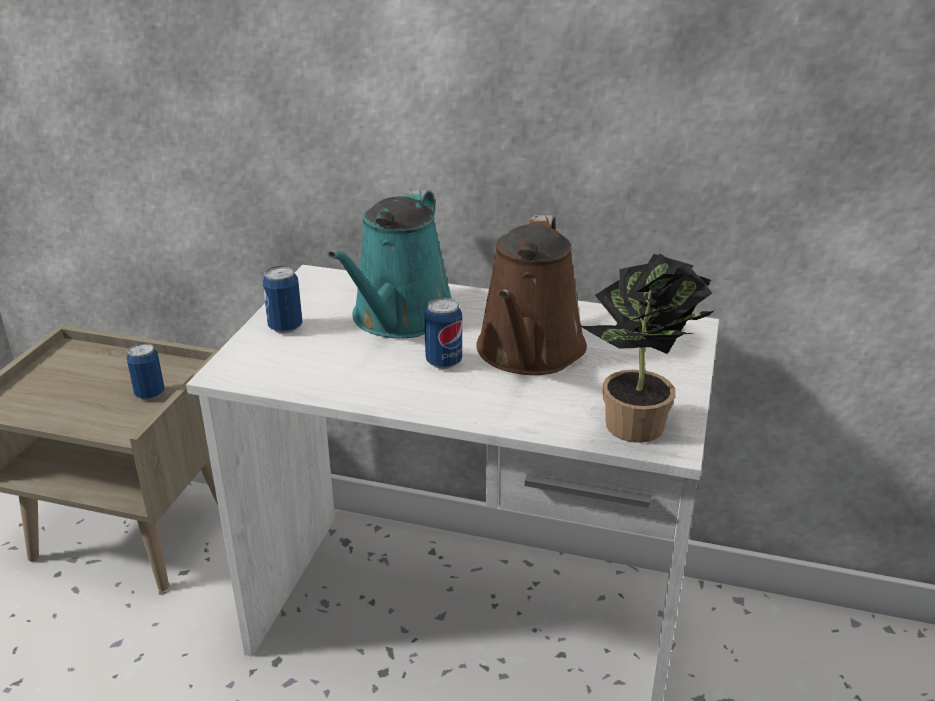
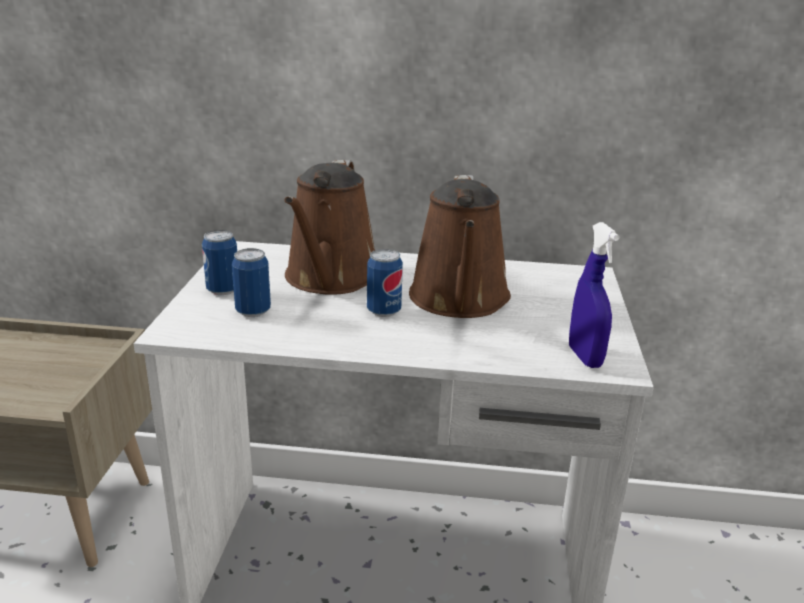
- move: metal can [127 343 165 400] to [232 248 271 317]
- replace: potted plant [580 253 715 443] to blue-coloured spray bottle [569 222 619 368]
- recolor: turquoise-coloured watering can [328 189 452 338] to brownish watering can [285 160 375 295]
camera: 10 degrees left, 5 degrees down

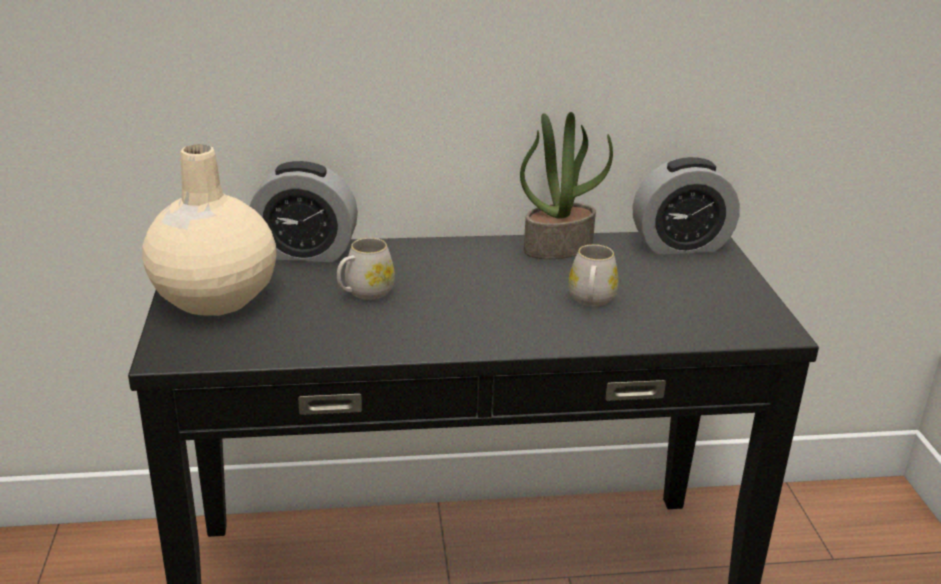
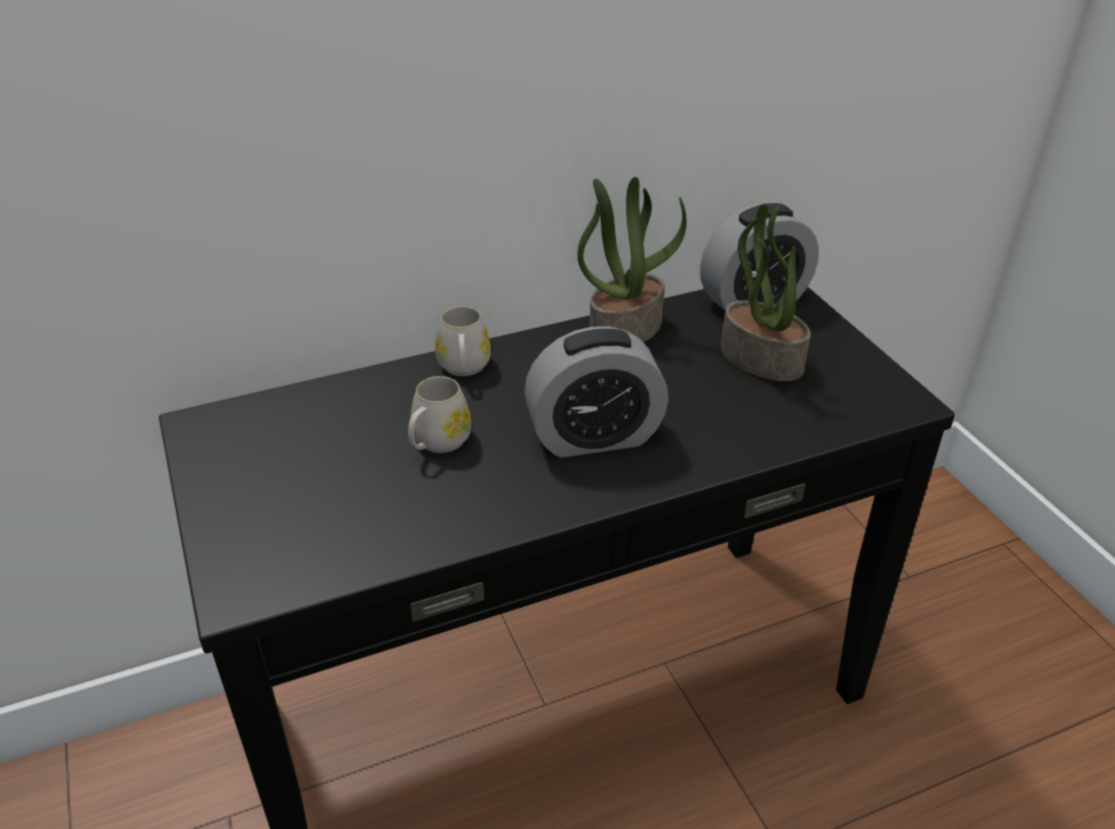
- delete: sand-coloured vase [142 144 276 316]
- insert: potted plant [721 204 811 381]
- move: bedside clock [250 161 358 262] to [524 326 668 458]
- move: white coffee mug [568 244 618 307] to [435 306 491 376]
camera: 15 degrees left, 10 degrees up

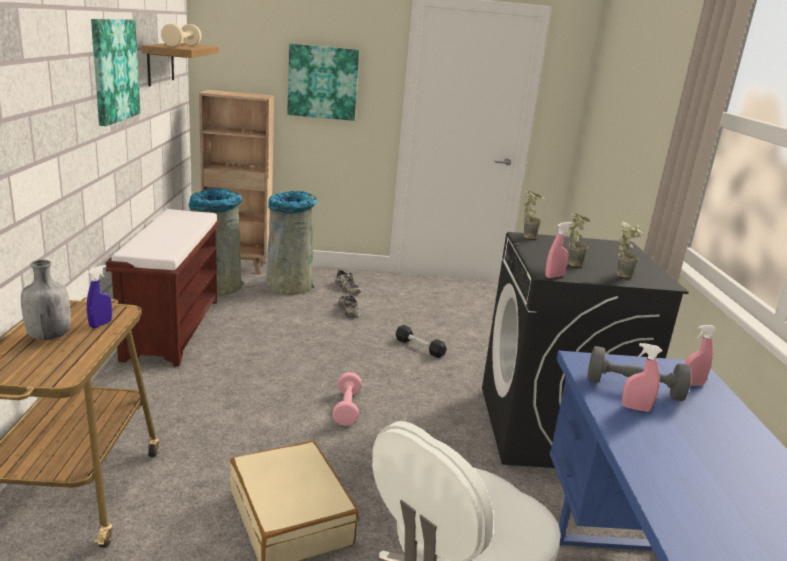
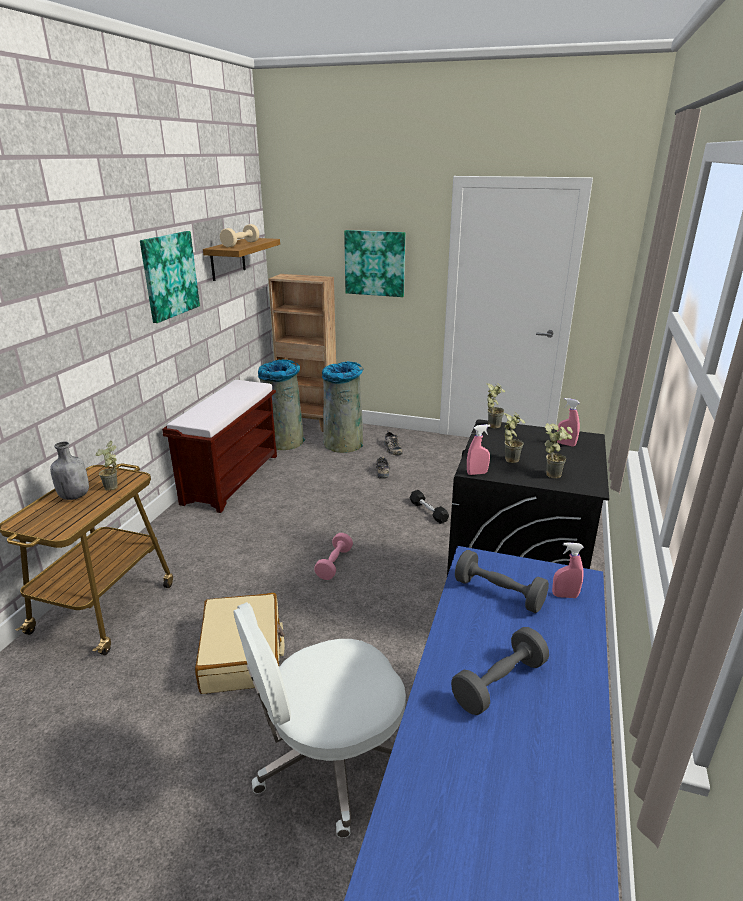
- insert: gray hand weight [451 627 549 715]
- move: pink-coloured spray bottle [622 343 662 412] to [557 398 580 447]
- replace: blue-coloured spray bottle [87 265 112 328] to potted plant [96 440 118 491]
camera: 20 degrees right, 5 degrees up

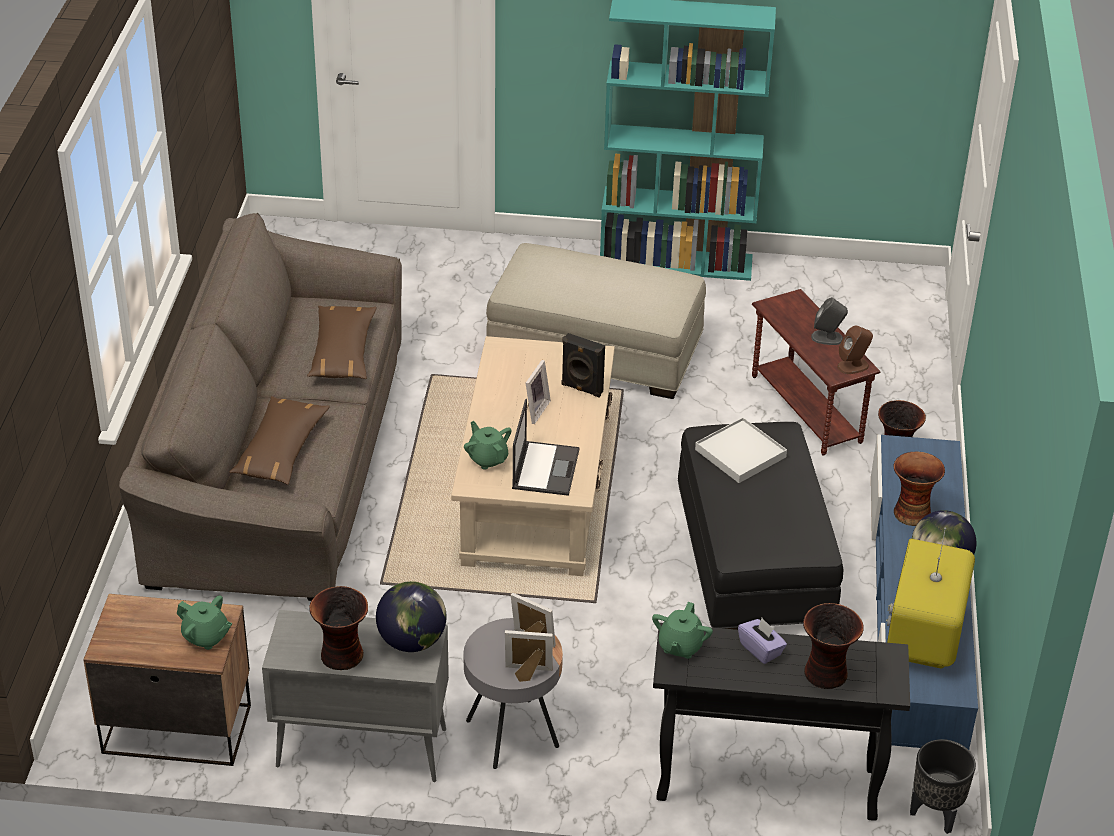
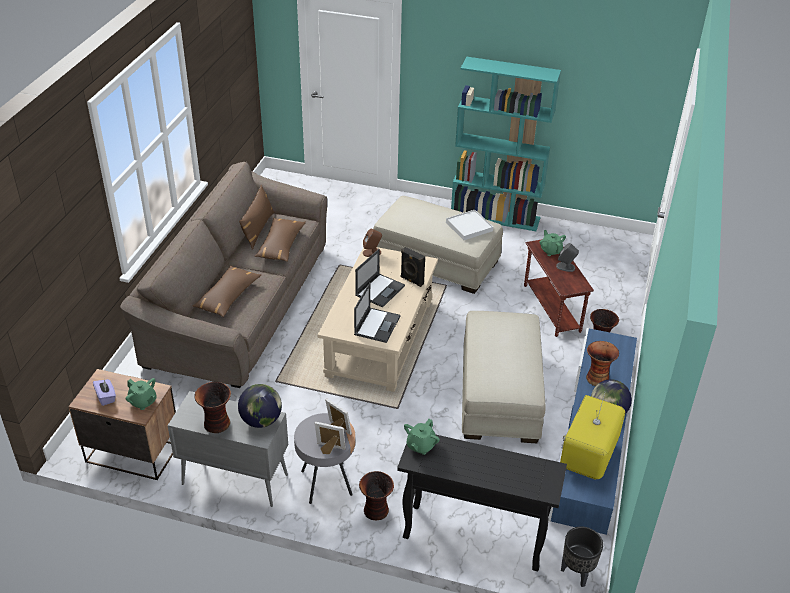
- insert: brownish throw pillow [239 185 274 250]
- move: green pot for tea [464 421 512 470] to [540 230 566 256]
- move: white carrying tray [695 417 787 483] to [446 210 493 240]
- move: purple tissue box [738 618 787 664] to [93 379 116 406]
- move: vase [803 603 864 689] to [359 471 394 520]
- move: brownish loudspeaker [837 326 873 374] to [363 229 382 257]
- replace: standing frame [526 360 551 424] to notebook computer [355 249 405 307]
- recolor: black footrest [678 422 843 630] to sand-coloured footrest [462 311 546 443]
camera: 10 degrees right, 0 degrees up

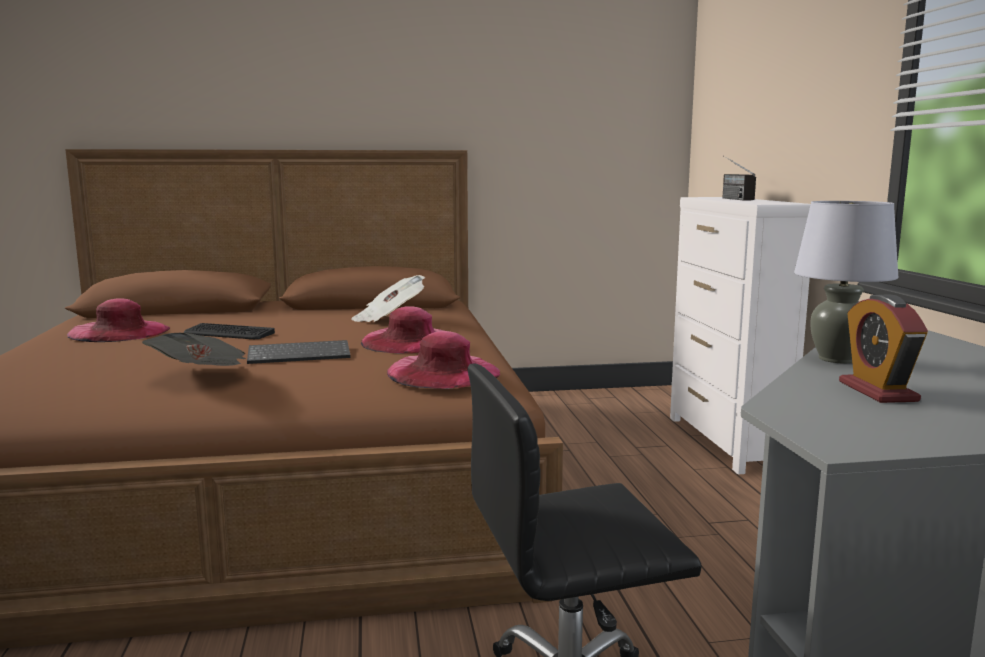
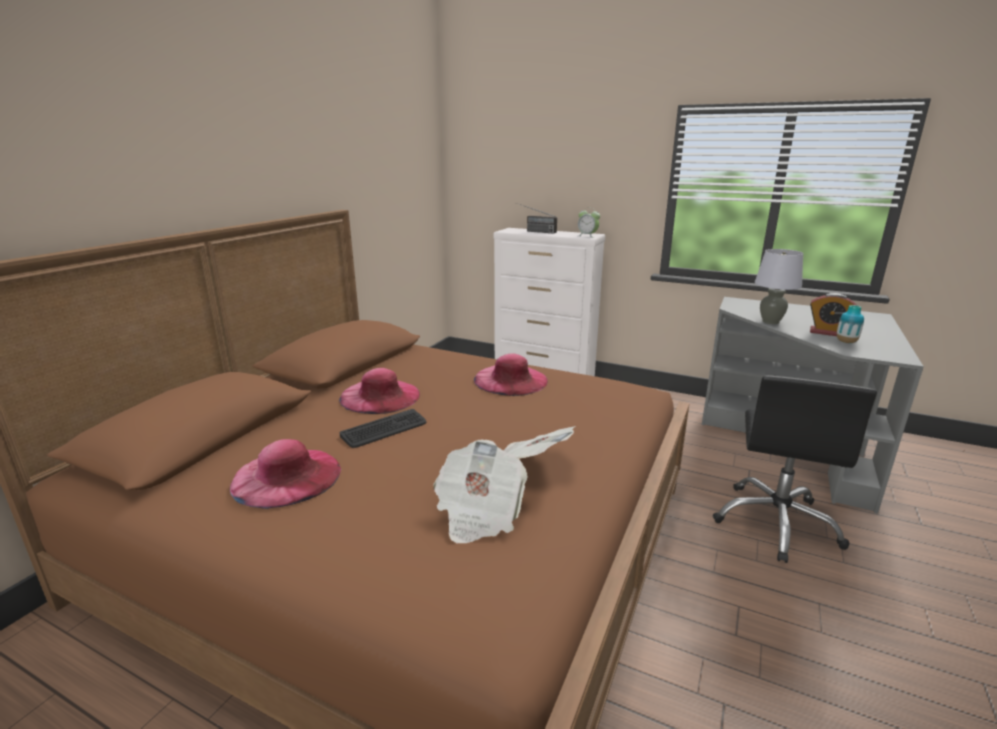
- delete: PC keyboard [247 340 351 364]
- insert: bedside clock [578 207 600 238]
- insert: vase [837 305 864 343]
- move: printed paper [351 275 425 322] to [433 440 528 544]
- move: pink-coloured clothing hat [387 331 500 388] to [339 368 420 414]
camera: 55 degrees left, 10 degrees up

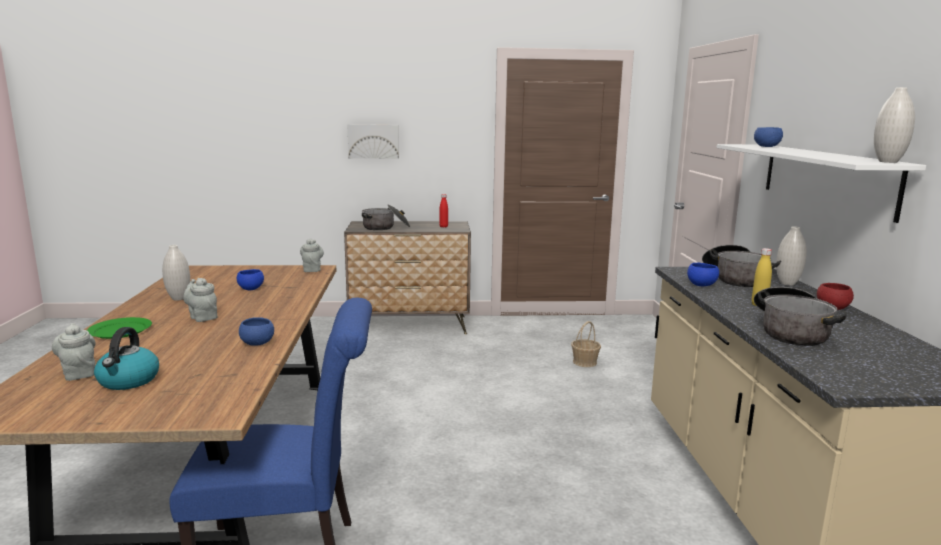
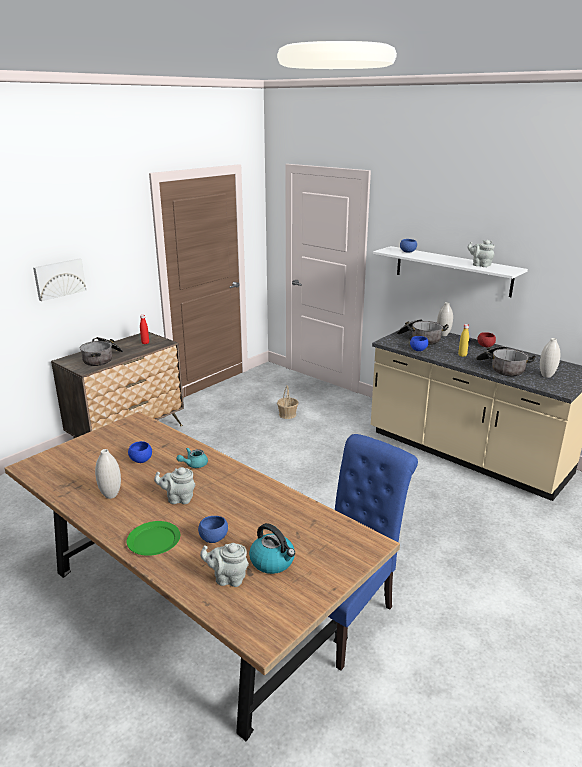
- insert: turquoise-coloured pot for tea [176 448 208 468]
- move: blue-coloured serving bowl [239 317 274 346] to [198 516 228 543]
- move: gray pot for tea [300 238 324 272] to [467 240 495 267]
- move: white vase [874 87 915 163] to [540 338 560 378]
camera: 45 degrees left, 10 degrees up

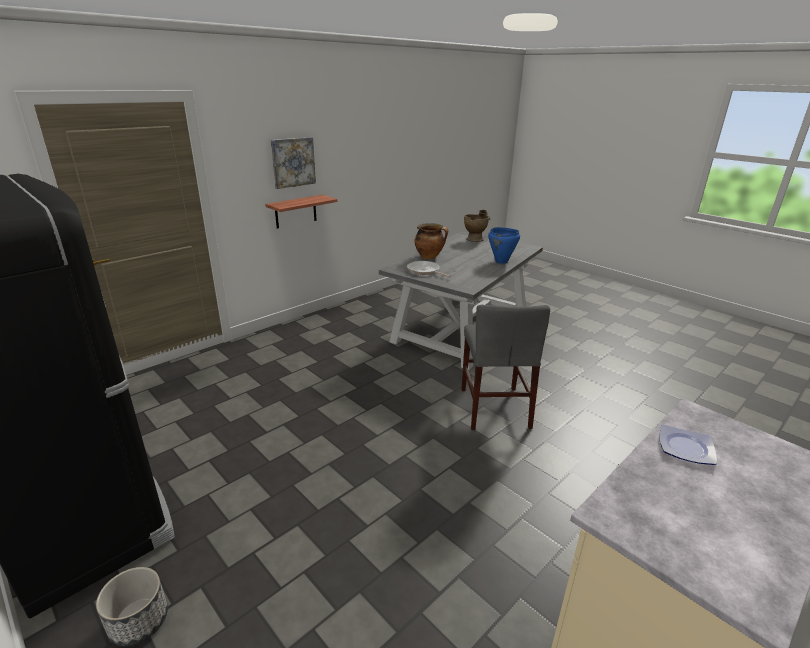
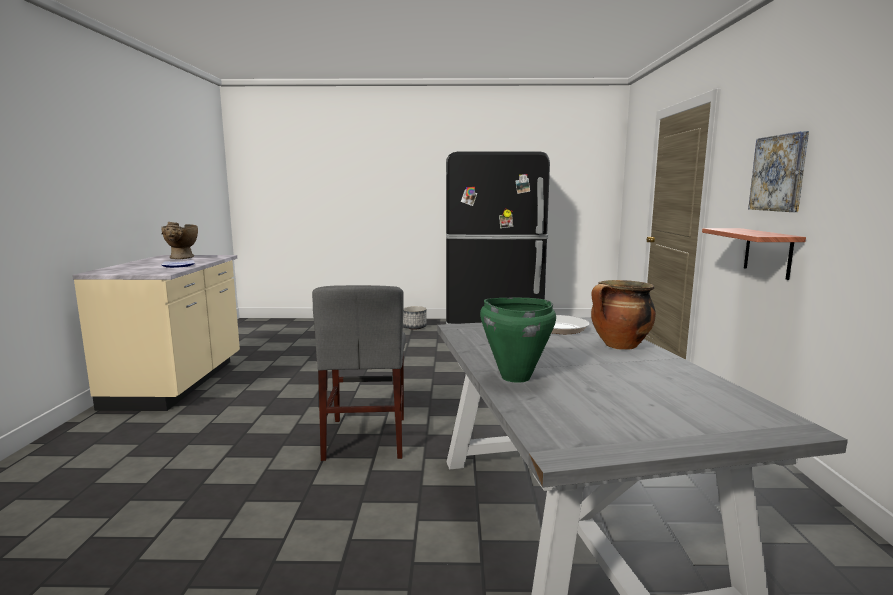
- move: sand-coloured vase [464 210 490 242] to [161 222 198 259]
- recolor: blue-coloured stockpot [488 227 520 264] to green stockpot [480 298 556 383]
- rotate: gray plain chair [462 305 550 430] = [312 285 406 461] 135 degrees counterclockwise
camera: 135 degrees right, 15 degrees down

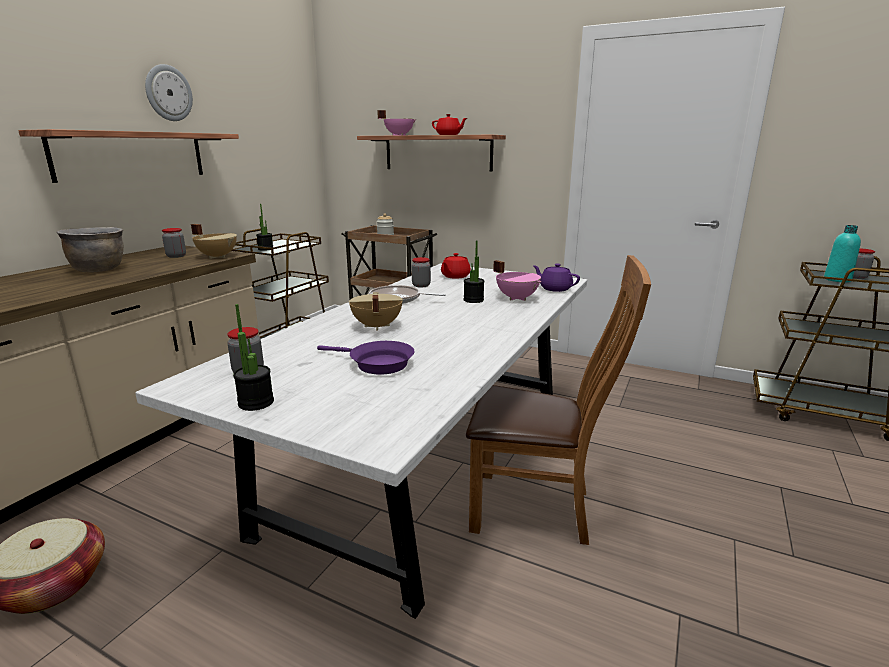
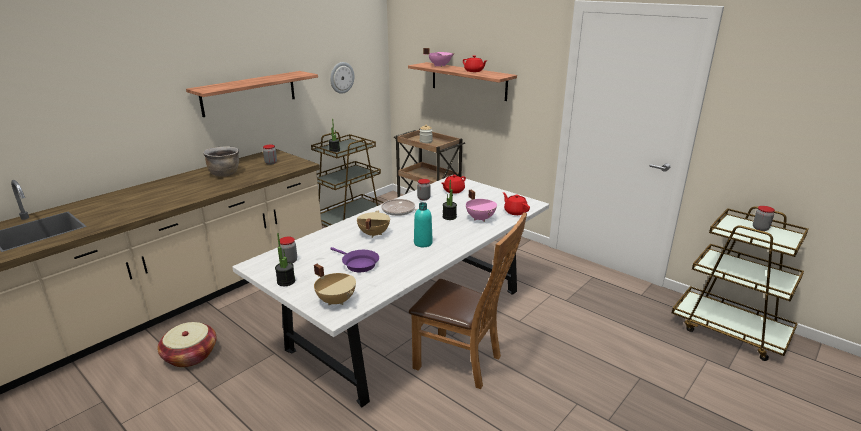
- move: wall clock [145 64 193 121] to [330 62 354 94]
- move: sand-coloured stockpot [191 224 237 259] to [314 264 356 306]
- move: turquoise-coloured beverage bottle [824 225 861 282] to [414 202 433 247]
- recolor: purple pot for tea [533 264 580 292] to red-coloured pot for tea [503 192 530 215]
camera: 15 degrees right, 5 degrees up

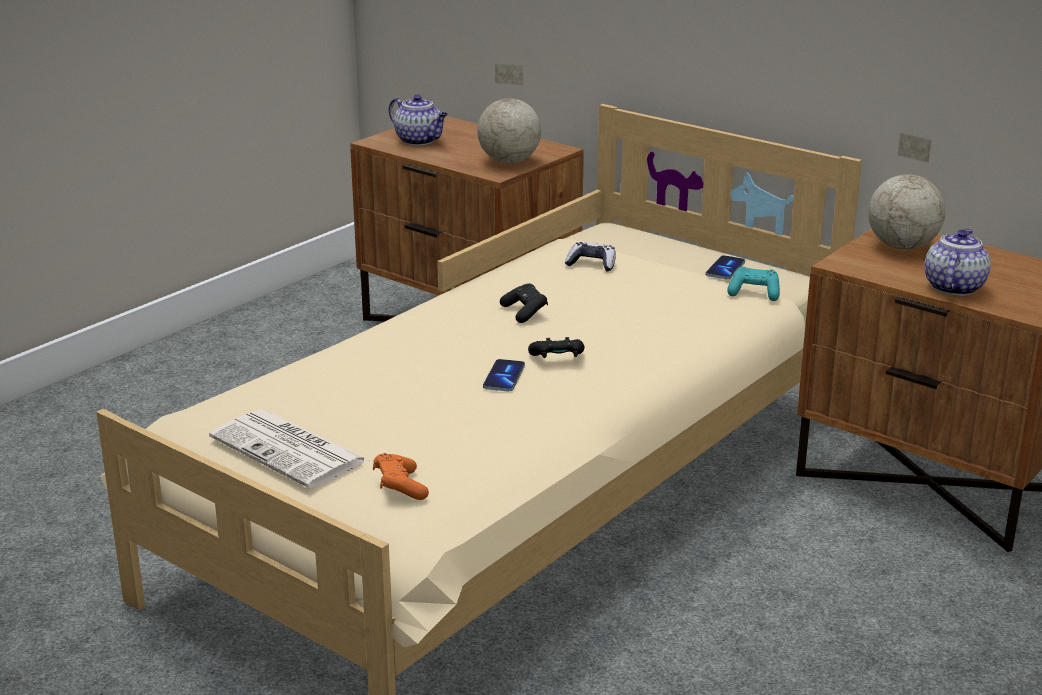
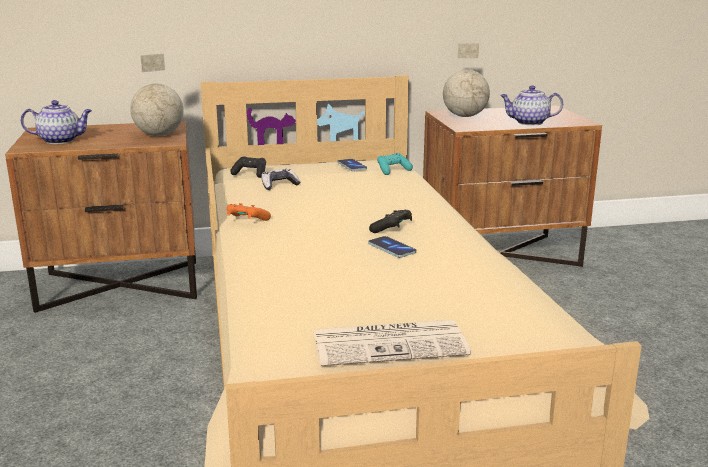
- move: orange-coloured game controller [373 453 429 500] to [226 203 271 221]
- move: black game controller [500 283 548 323] to [230 156 266 178]
- rotate: pot for tea [924 229 991 296] = [500 85 563 125] 60 degrees counterclockwise
camera: 50 degrees left, 5 degrees down

